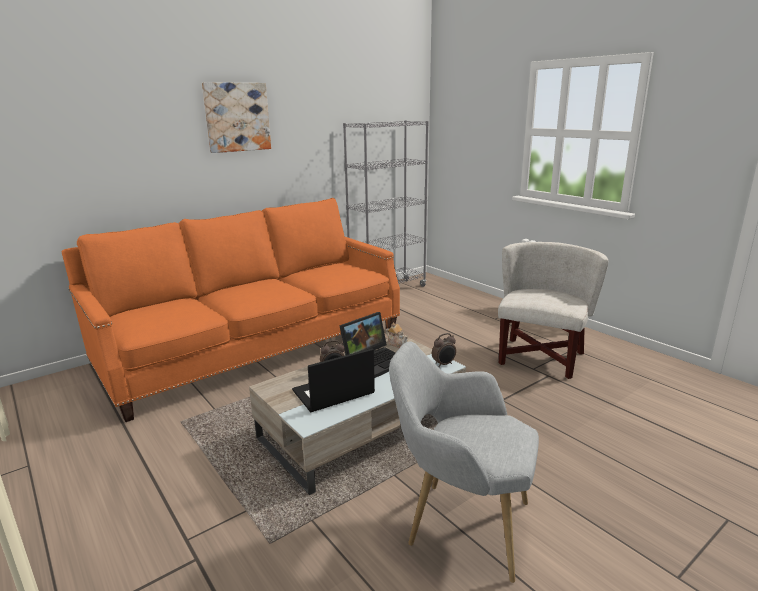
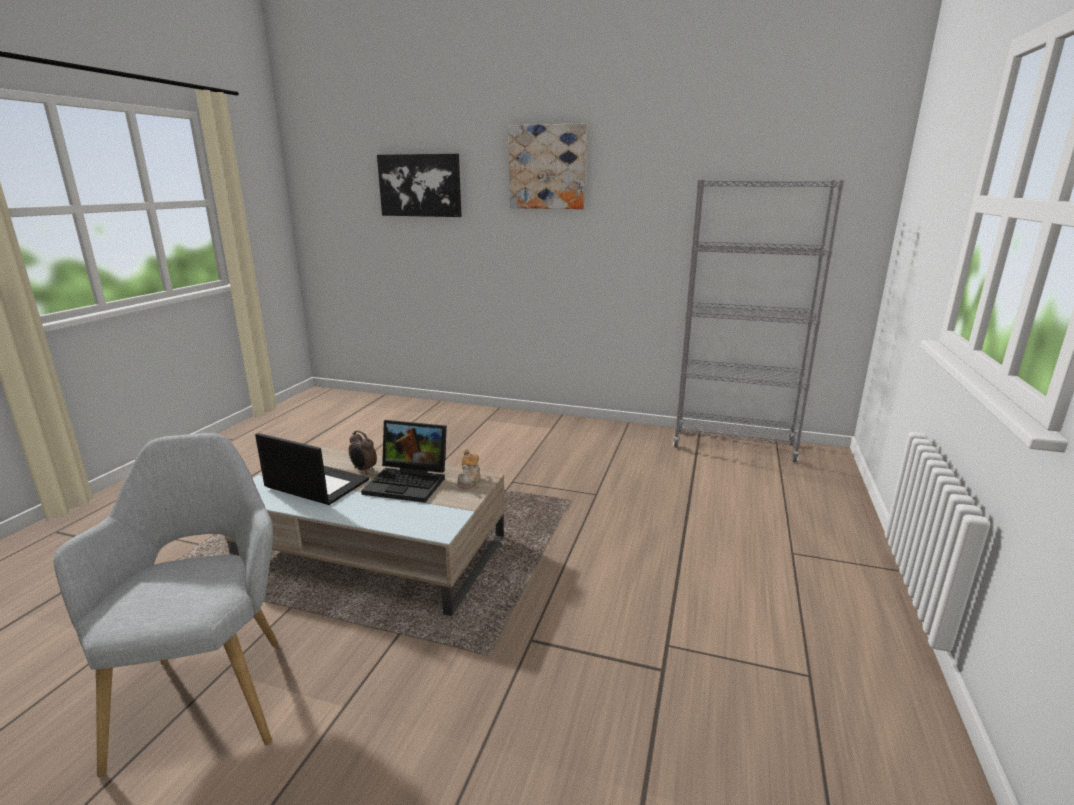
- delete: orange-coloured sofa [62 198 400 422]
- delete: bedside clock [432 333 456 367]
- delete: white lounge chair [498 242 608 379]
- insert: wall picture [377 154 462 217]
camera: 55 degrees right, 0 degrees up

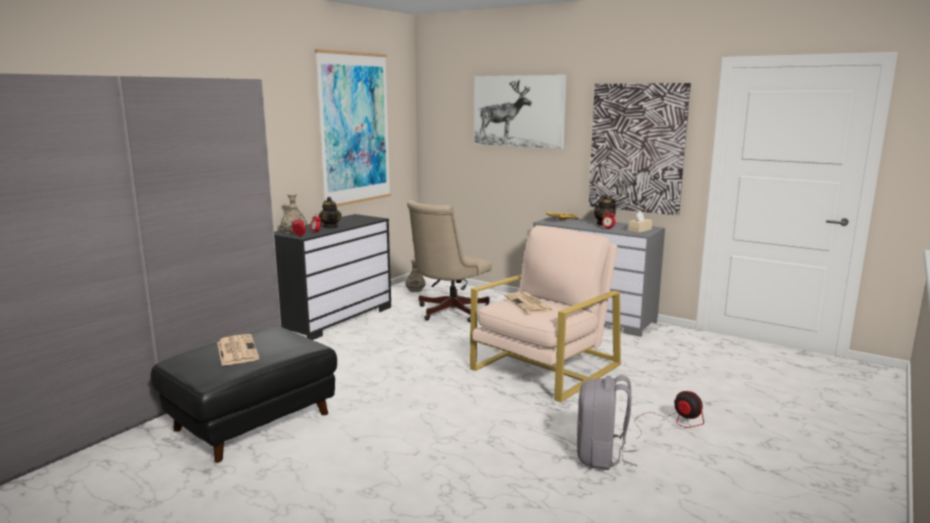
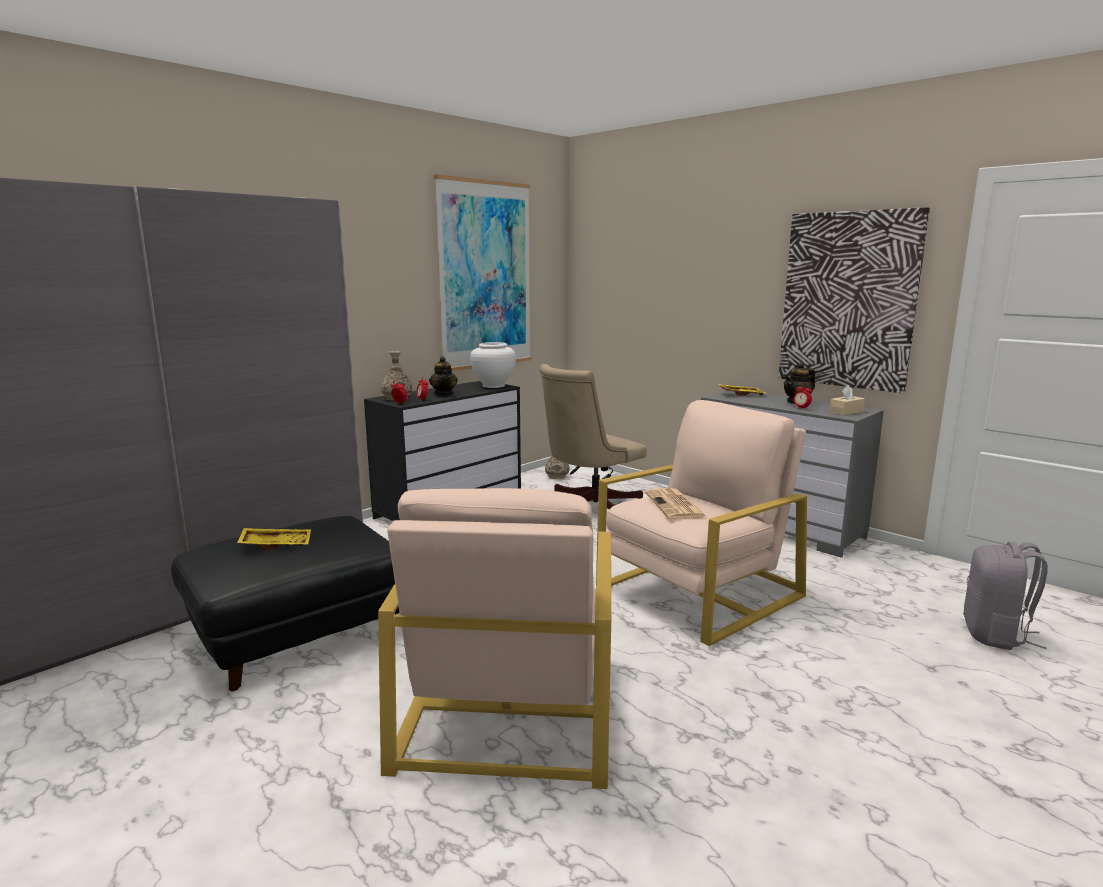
- delete: wall picture [474 75 567 149]
- delete: electric fan [635 391 704 440]
- insert: sand-coloured lounge chair [378 488 611 789]
- insert: white vase [470 342 516 388]
- move: gray backpack [577 375 637 470] to [963 542 1048 650]
- replace: printed paper [217 334 259 366] to yellow carrying tray [237 528 311 550]
camera: 10 degrees right, 0 degrees up

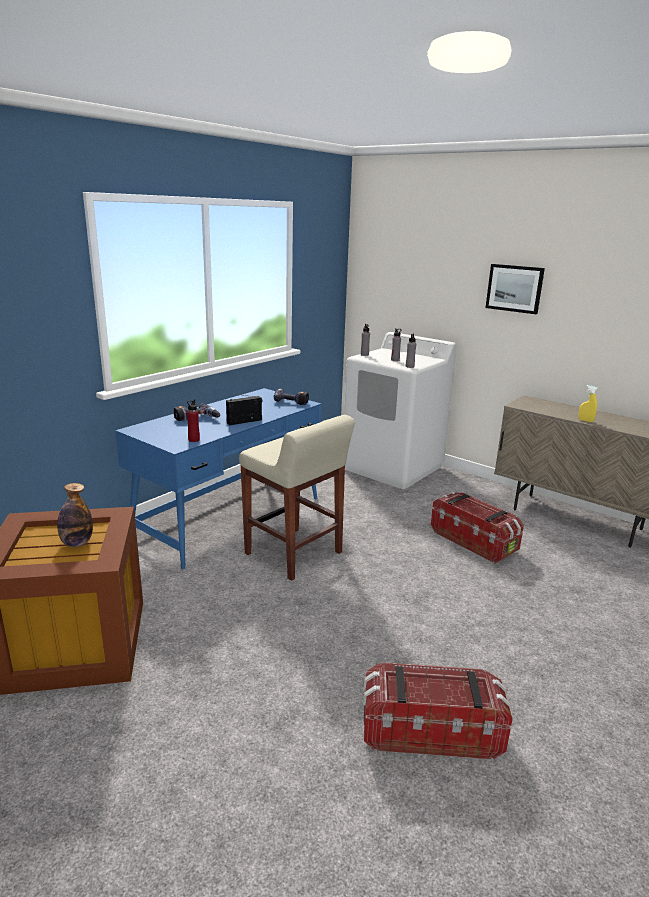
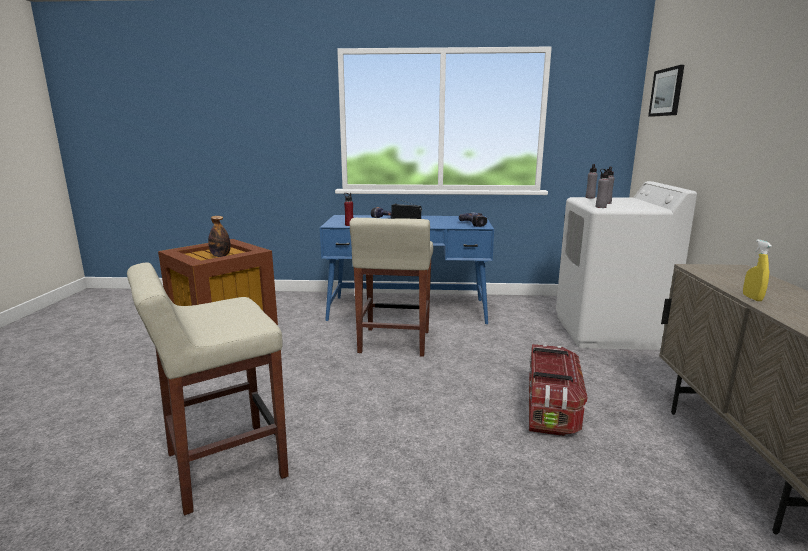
- move: wall picture [485 264 545 314] to [648 65 684 117]
- replace: storage box [363 663 513 760] to sand-coloured stool seat [127 262 289 516]
camera: 55 degrees right, 5 degrees down

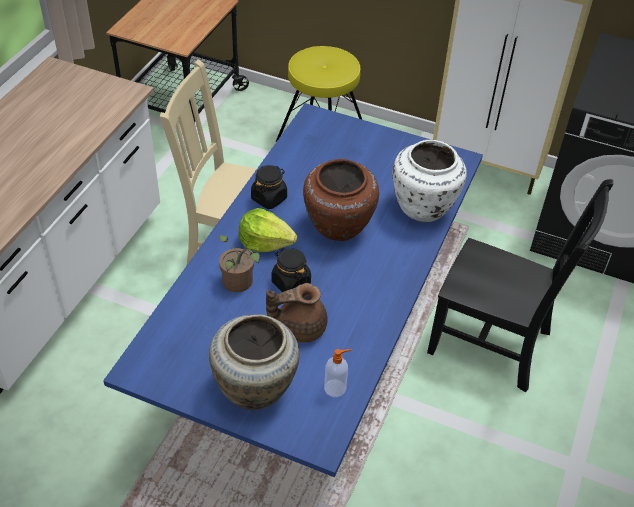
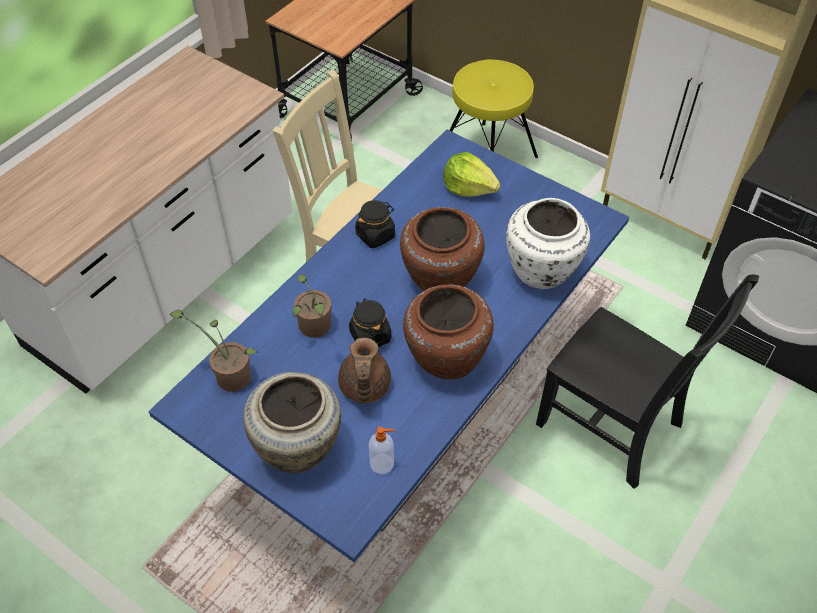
- insert: potted plant [170 310 258 392]
- insert: brownish vase [403 284 494 380]
- move: lettuce [239 208 297 252] to [444 152 501 197]
- rotate: brownish pot for tea [266 283 328 343] = [338 338 391 404] 90 degrees counterclockwise
camera: 15 degrees right, 5 degrees up

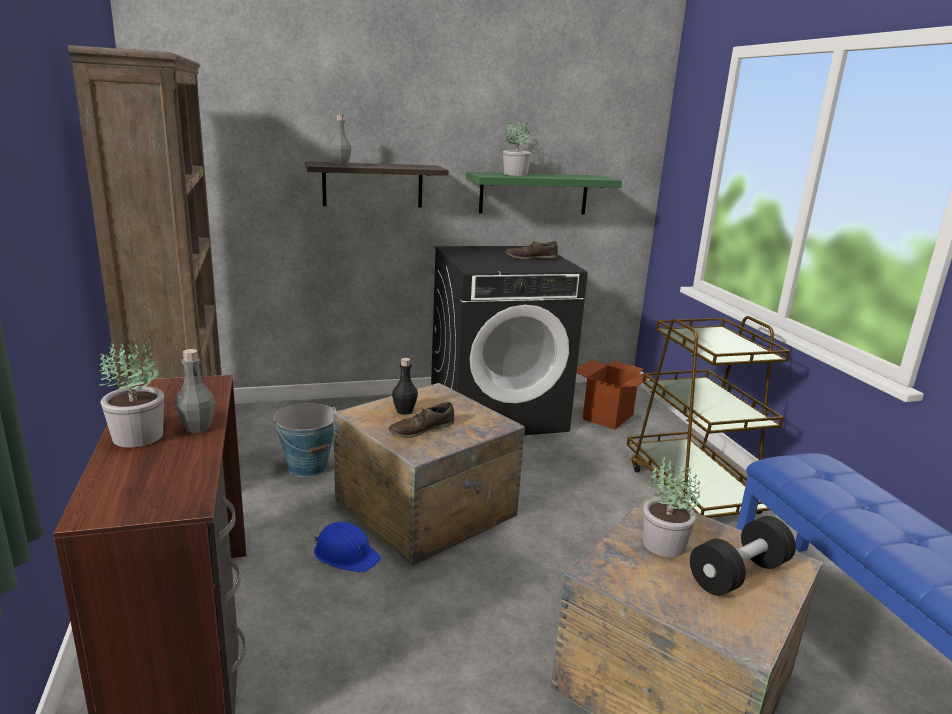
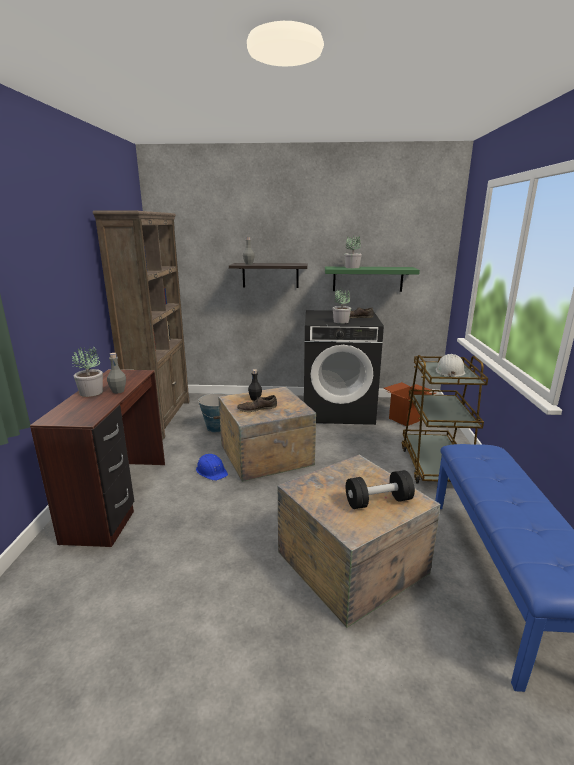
- insert: white hard hat [435 354 465 377]
- move: potted plant [643 456 700 557] to [333 287 351 324]
camera: 20 degrees right, 0 degrees up

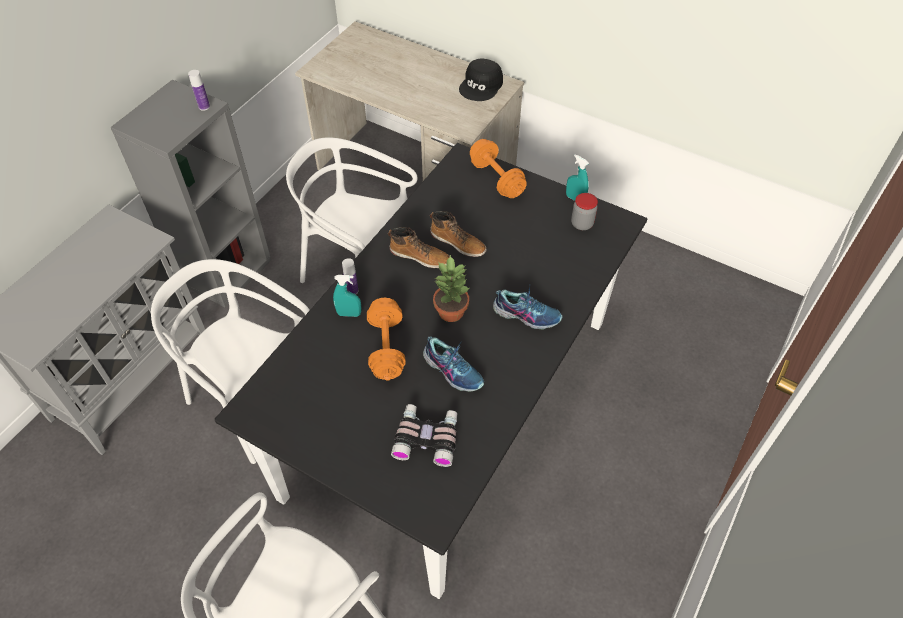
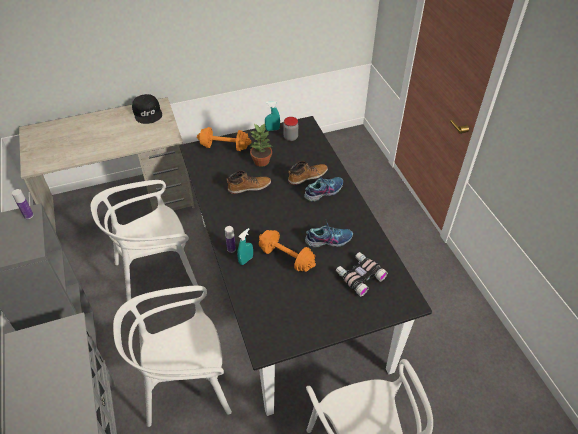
- move: boot [388 227 450 268] to [288 161 328 185]
- move: potted plant [433 255 469 322] to [250 124 272 167]
camera: 50 degrees left, 5 degrees down

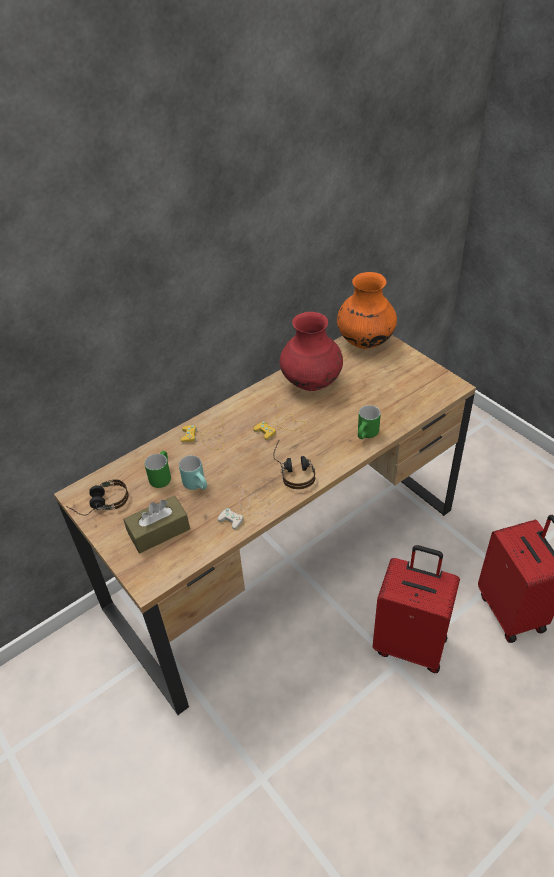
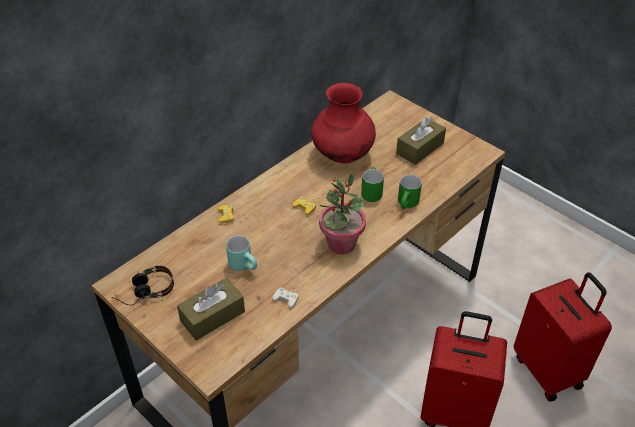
- delete: orange-coloured vase [337 272 397 349]
- insert: brownish tissue box [396 116 446 165]
- move: green coffee mug [145 451 171 488] to [361 167 384 202]
- replace: pair of headphones [273 440 315 489] to potted plant [319 172 366 255]
camera: 10 degrees left, 0 degrees up

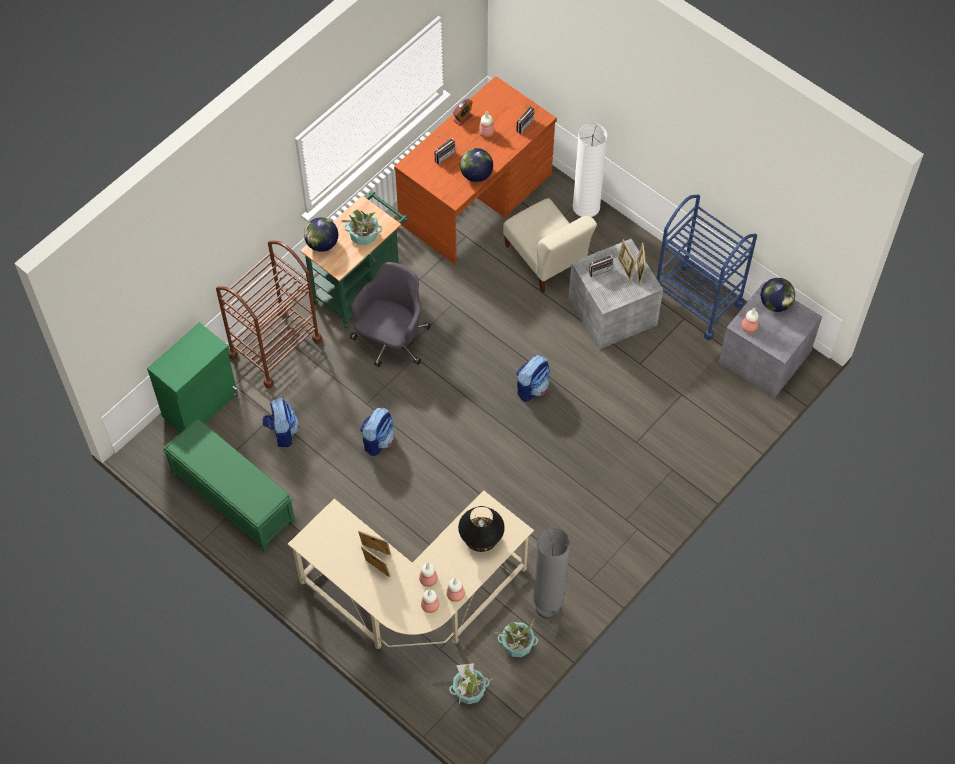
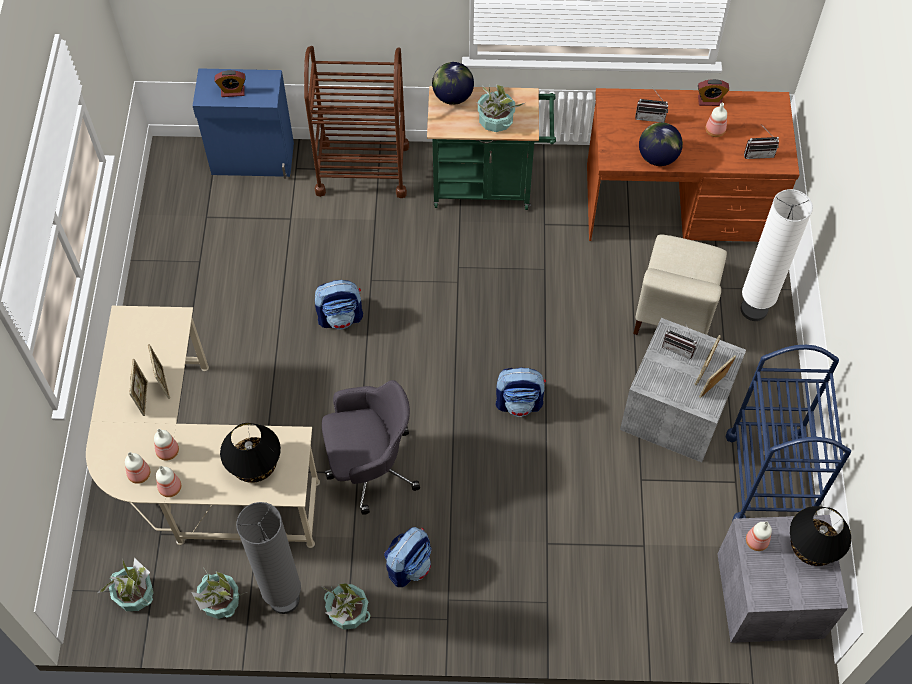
- delete: green long seat [163 419 295 552]
- insert: bedside clock [214 70 245 97]
- insert: potted plant [323 583 371 630]
- move: backpack [262 398 299 447] to [384 527 432 587]
- move: gray desk chair [350 262 431 367] to [322 380 420 515]
- replace: globe [761 278 795 312] to black tabletop lamp [790 506 851 566]
- recolor: green cabinet [147 322 238 432] to blue-coloured cabinet [193 68 294 179]
camera: 50 degrees right, 0 degrees up

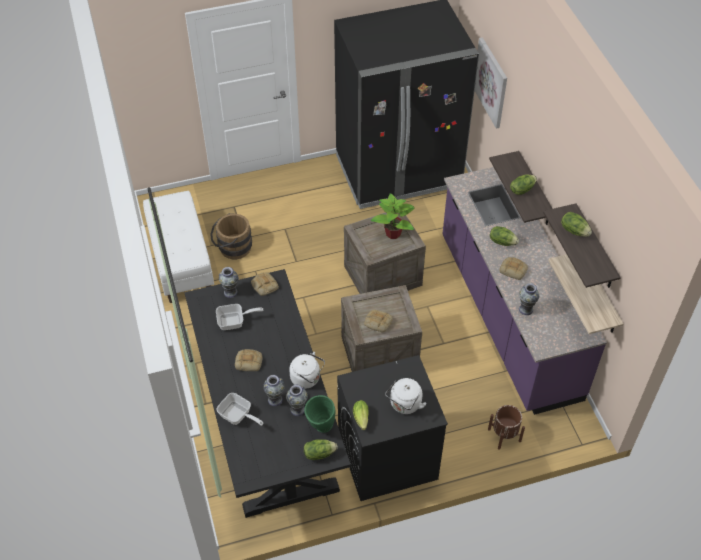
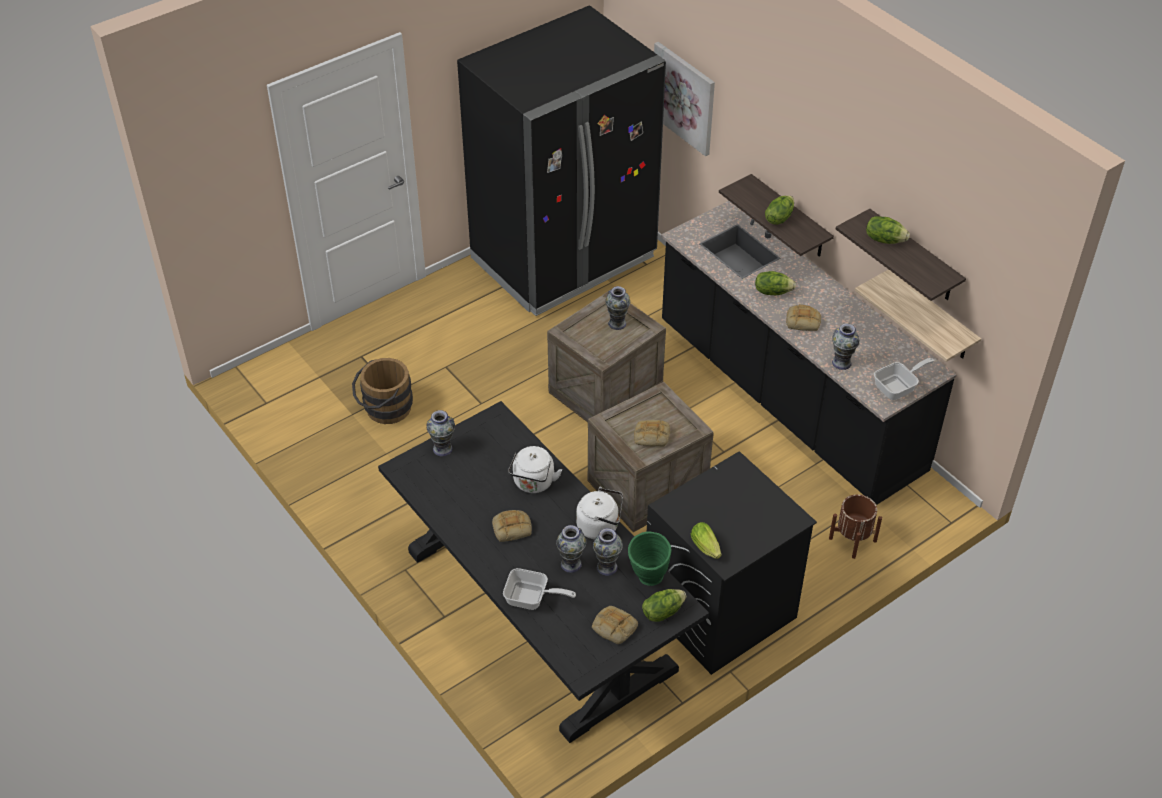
- delete: white long seat [143 191 214 303]
- move: frying pan [216 304 263 330] to [874 358 934 400]
- move: baked bread [251 272 279 296] to [592 606 638 644]
- move: white tea kettle [385 378 427 414] to [508 446 562 493]
- replace: potted plant [370 193 415 239] to vase [606 286 630 330]
- recolor: purple kitchen base unit [442 167 607 415] to black kitchen base unit [661 201 957 505]
camera: 20 degrees left, 5 degrees down

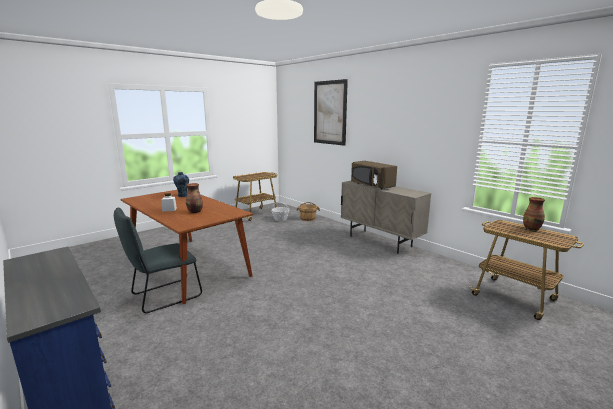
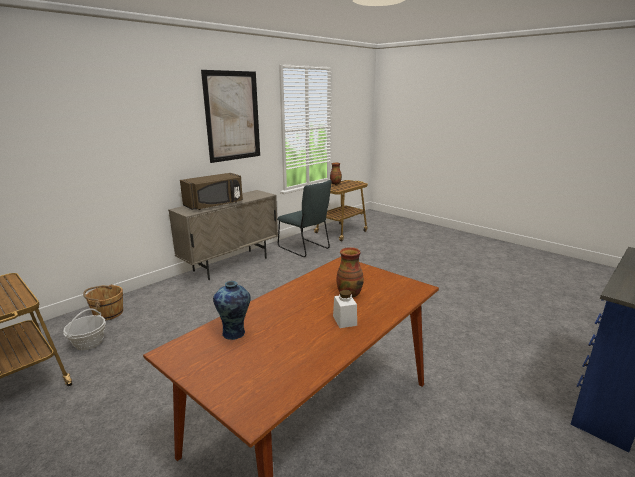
- move: gray plain chair [114 208 202 313] to [277 180 331 257]
- move: wall picture [314 79 348 146] to [201 70 260 163]
camera: 95 degrees left, 5 degrees up

